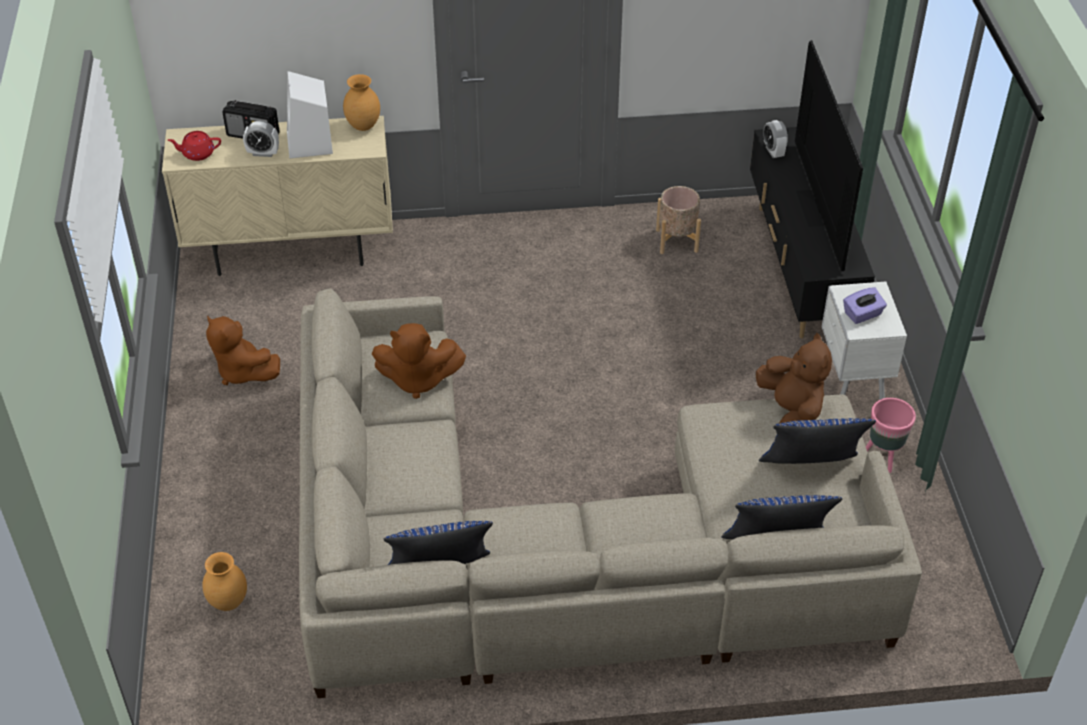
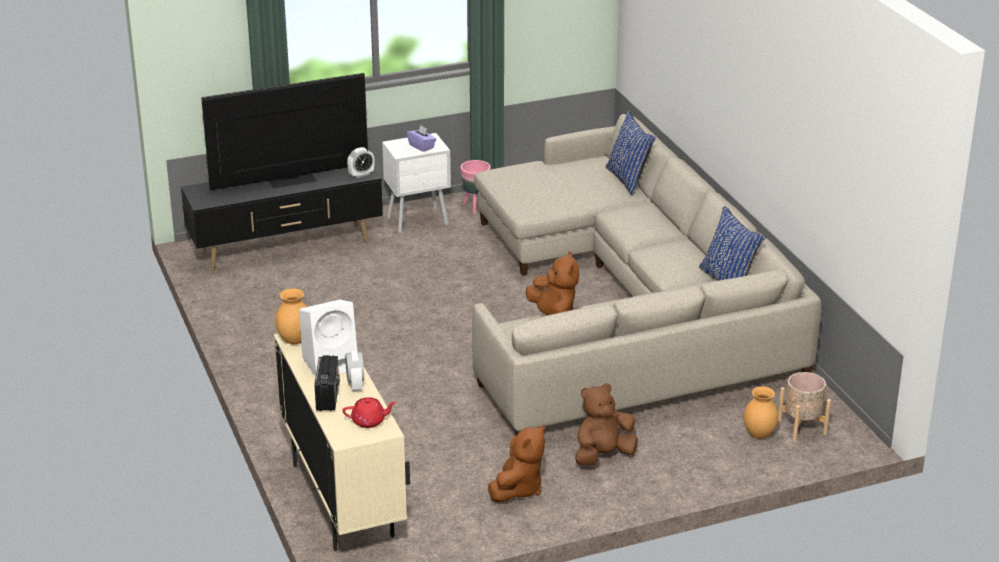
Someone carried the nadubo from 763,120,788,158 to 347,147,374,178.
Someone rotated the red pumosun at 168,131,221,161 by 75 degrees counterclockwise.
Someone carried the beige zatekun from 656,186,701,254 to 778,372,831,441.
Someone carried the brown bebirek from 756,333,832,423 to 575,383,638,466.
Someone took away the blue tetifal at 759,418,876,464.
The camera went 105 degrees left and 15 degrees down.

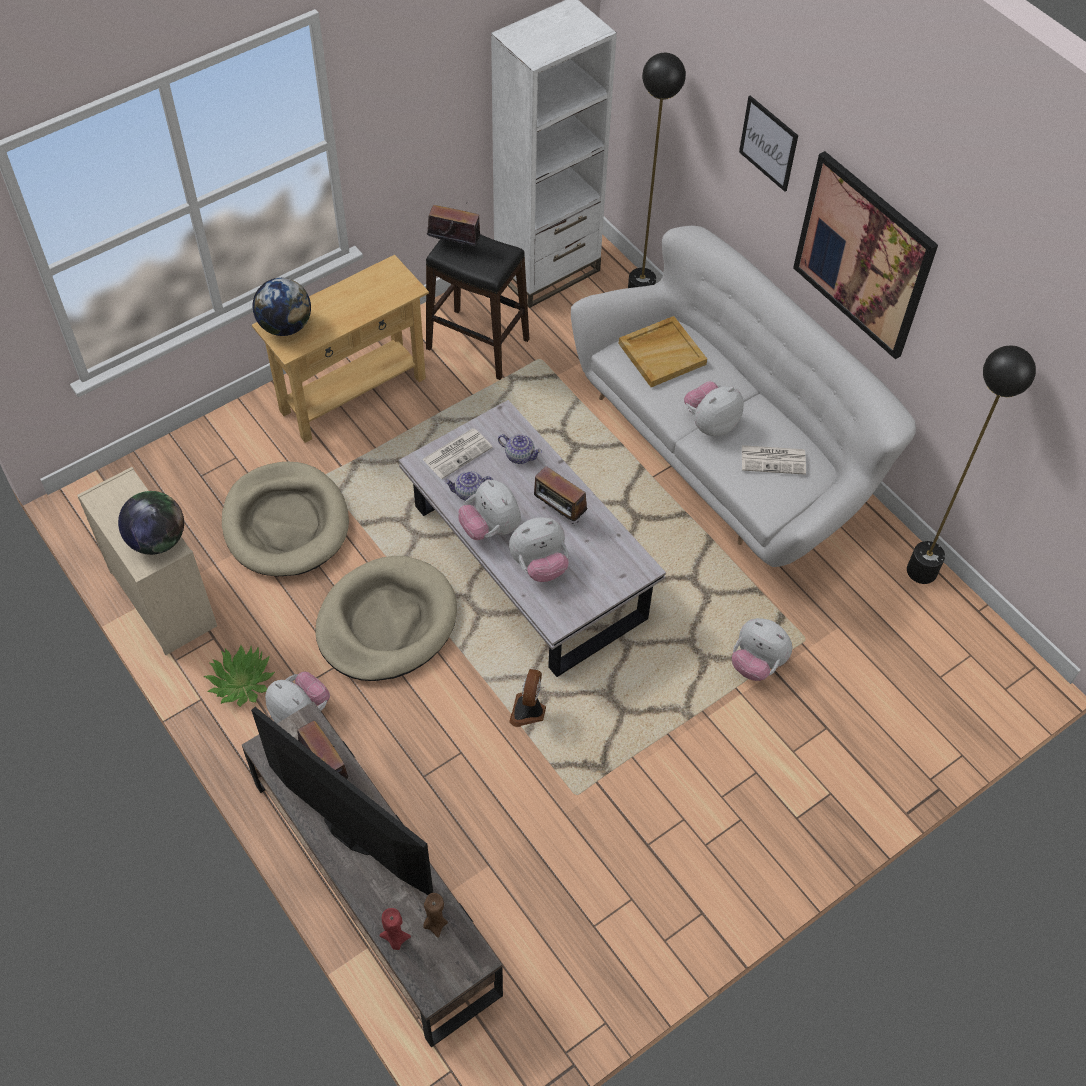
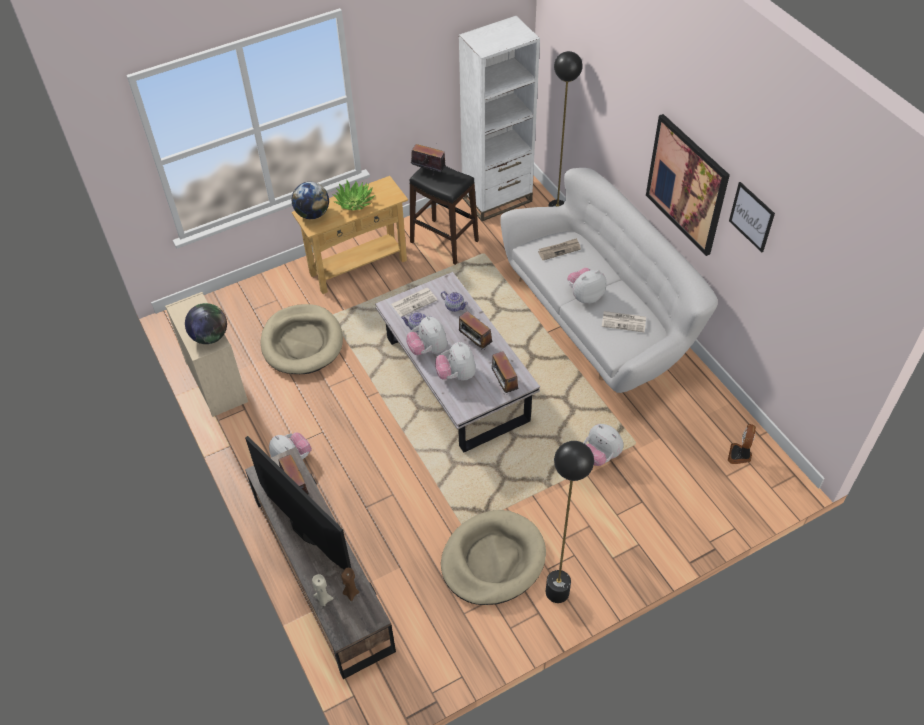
Someone carried the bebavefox from 739,96,798,192 to 729,182,775,252.
Someone swapped the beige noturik at 619,316,707,387 for the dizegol at 538,238,581,260.
Someone carried the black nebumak from 907,345,1036,584 to 546,441,594,603.
Someone rotated the bebirek at 509,517,569,582 by 90 degrees clockwise.
Someone carried the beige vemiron from 315,556,457,681 to 441,510,546,605.
Someone carried the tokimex from 203,645,275,707 to 332,181,375,210.
Someone carried the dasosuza from 509,669,546,727 to 728,424,756,464.
Someone repainted the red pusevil at 380,908,411,950, which became the beige pusevil at 312,574,334,606.
Someone put down the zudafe at 492,351,520,393.
The camera went 10 degrees right and 5 degrees down.

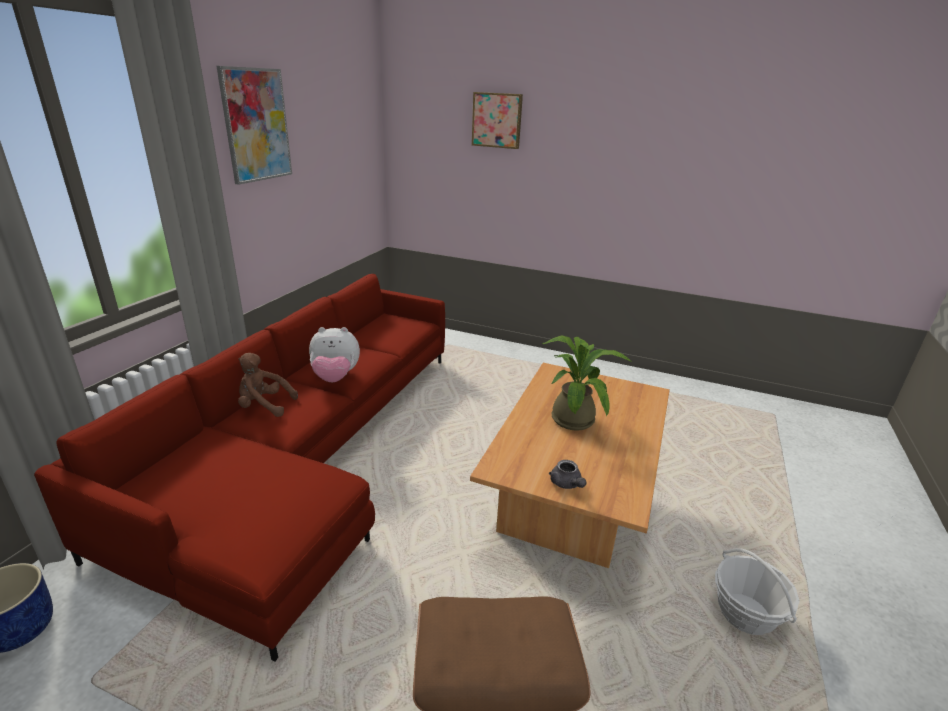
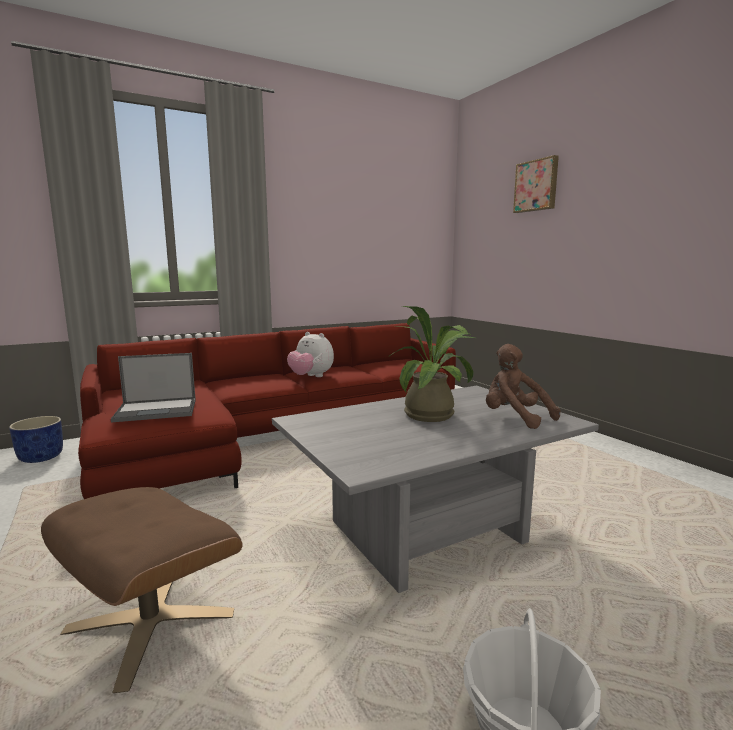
Someone took away the bebavefox at 216,66,292,185.
Someone carried the brown bebirek from 238,353,298,417 to 486,344,561,429.
Someone repainted the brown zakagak at 470,363,670,568, which became the grey zakagak at 272,386,599,593.
Someone took away the grey pumosun at 549,460,587,489.
Someone put down the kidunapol at 111,353,196,422.
The camera went 40 degrees right and 15 degrees down.

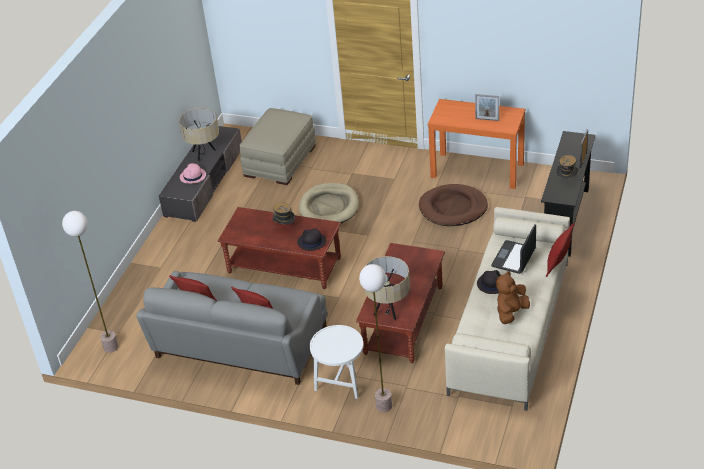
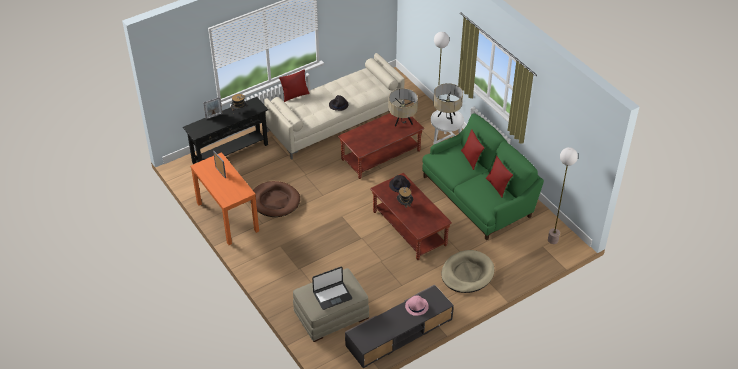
Someone carried the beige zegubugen from 179,108,219,161 to 433,83,463,124.
Someone carried the beige vemiron from 299,183,359,223 to 441,250,494,293.
Someone carried the kidunapol from 491,225,536,274 to 312,267,352,310.
Someone repainted the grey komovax at 136,271,327,385, which became the green komovax at 422,113,544,240.
Someone took away the brown bebirek at 496,271,530,324.
The camera went 145 degrees left and 5 degrees up.

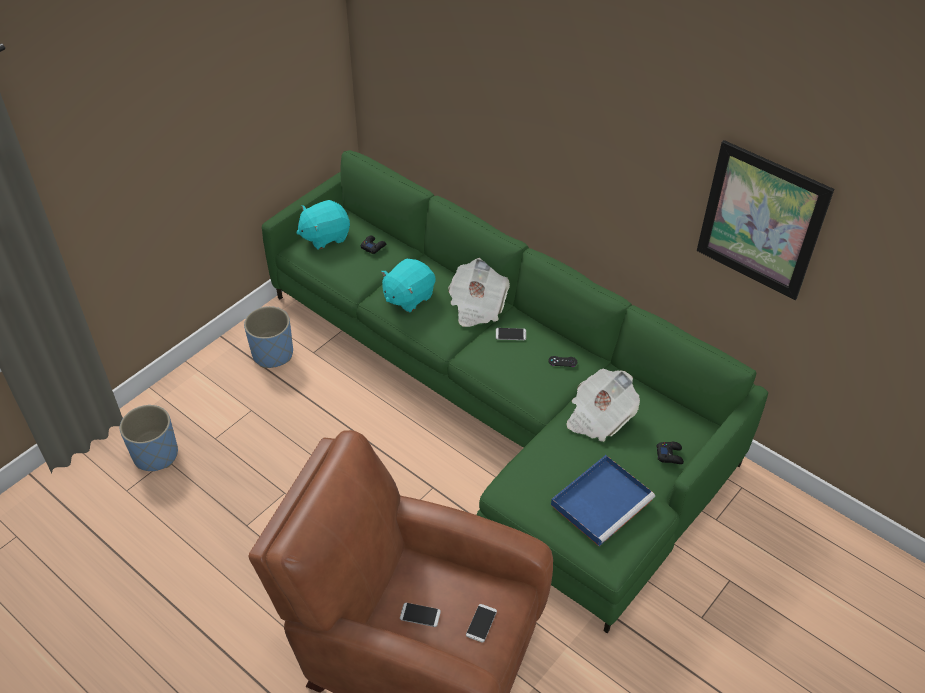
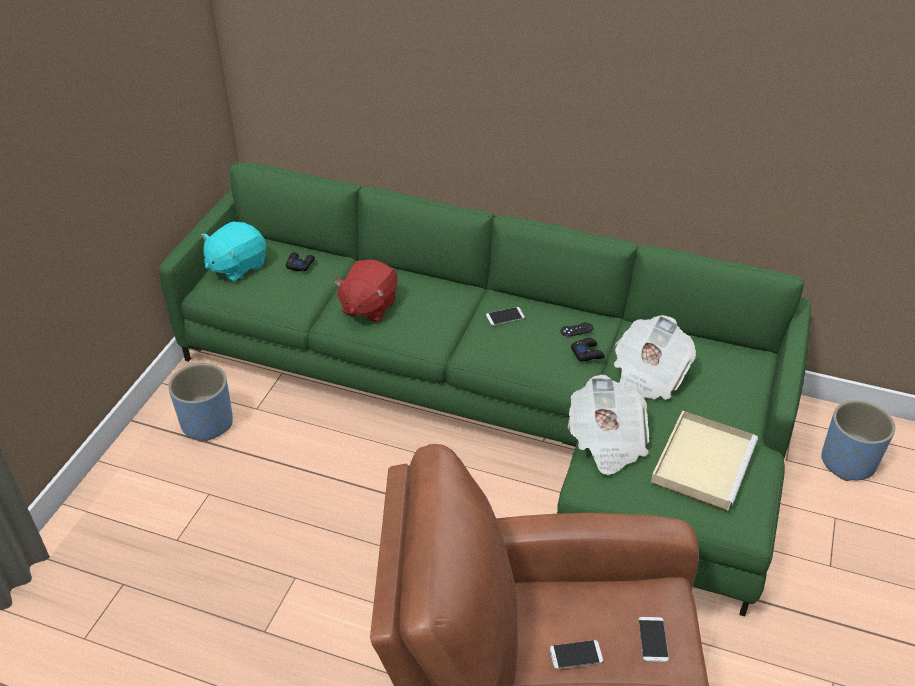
Someone took away the bebavefox at 697,140,834,300.
Someone repainted the turquoise bebirek at 381,258,436,313, which became the red bebirek at 334,259,398,323.
Someone carried the dizegol from 448,258,510,327 to 567,375,649,475.
Someone carried the blue zatekun from 120,405,178,471 to 821,400,895,481.
Someone carried the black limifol from 657,442,684,464 to 571,338,605,361.
Someone repainted the blue noturik at 551,455,655,546, which became the beige noturik at 651,410,758,511.
The camera went 20 degrees left and 5 degrees down.

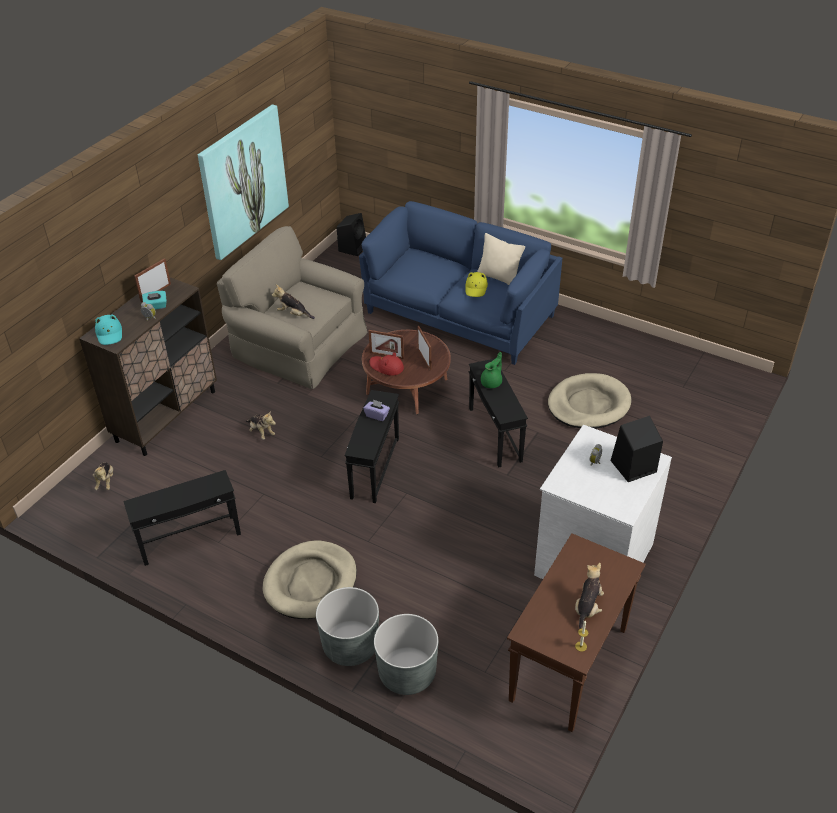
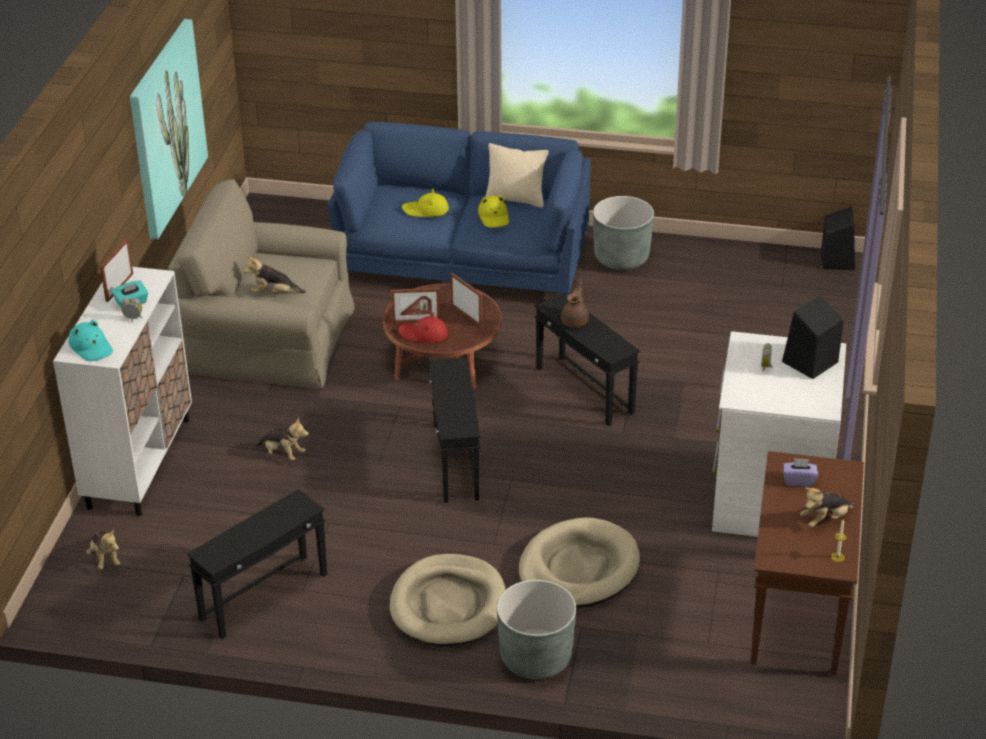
Someone carried the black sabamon from 337,213,366,256 to 821,207,855,270.
Someone repainted the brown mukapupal at 79,277,217,456, which became the white mukapupal at 53,267,192,516.
Someone repainted the green pumosun at 481,352,502,388, which became the brown pumosun at 561,279,589,327.
Someone carried the beige vemiron from 548,373,631,429 to 519,517,640,608.
Someone carried the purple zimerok from 363,399,390,421 to 783,458,818,487.
Someone rotated the bebirek at 575,563,604,629 by 120 degrees counterclockwise.
Someone carried the grey zatekun from 374,614,438,695 to 593,196,654,270.
Someone put down the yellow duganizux at 402,188,449,217.
The camera went 20 degrees left and 5 degrees down.

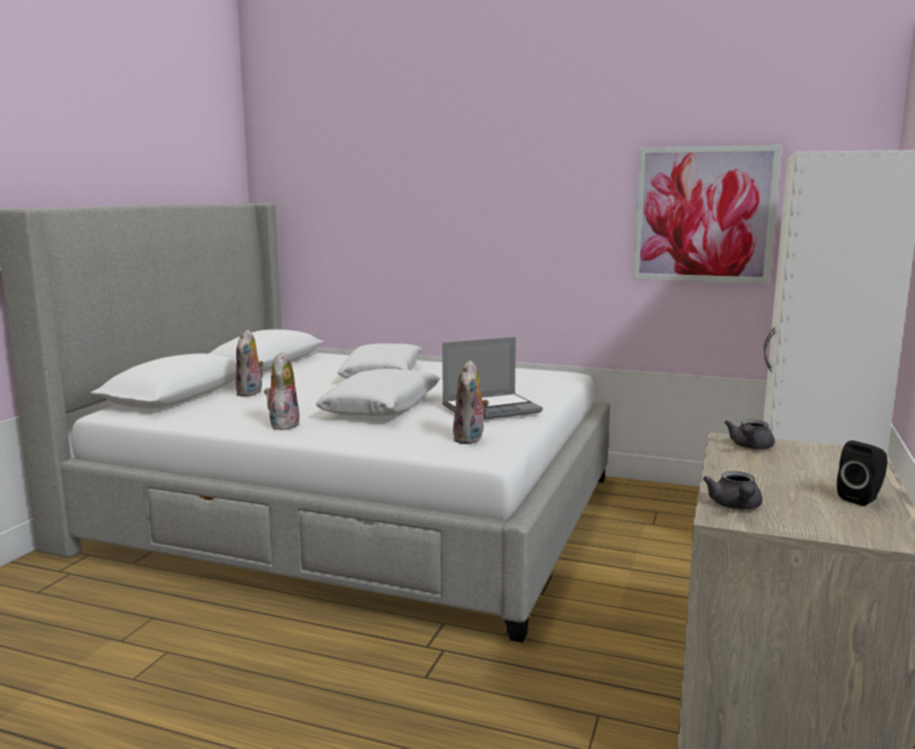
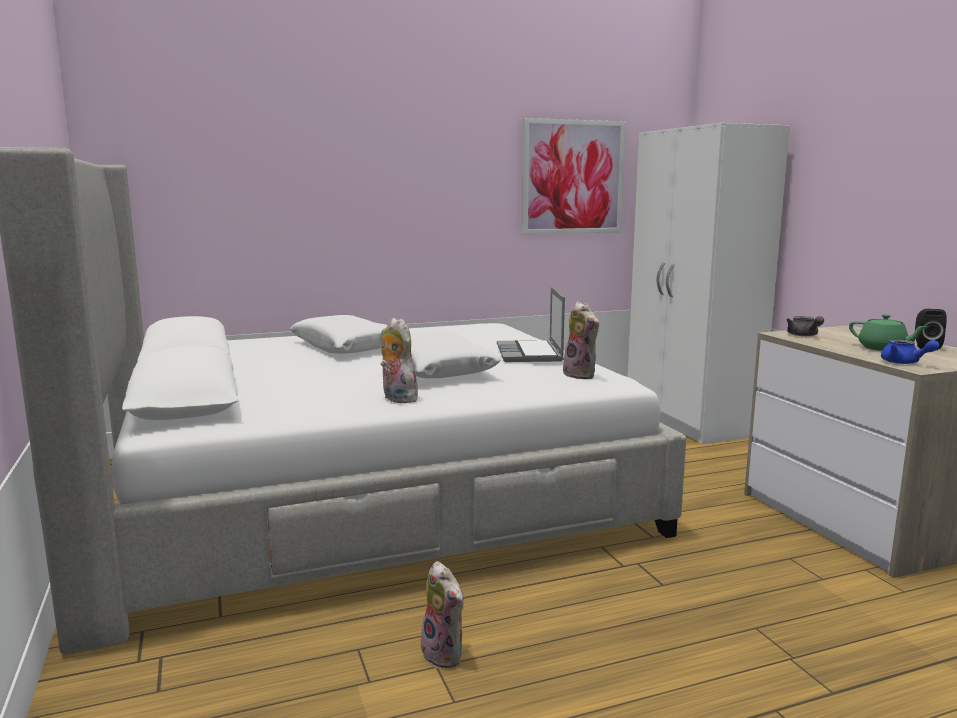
Someone carried the bebirek from 236,329,264,397 to 421,561,464,668.
Someone rotated the kidunapol at 442,337,543,420 by 150 degrees clockwise.
Someone repainted the grey pumosun at 703,471,762,510, which became the blue pumosun at 881,339,939,364.
Someone put down the green pumosun at 849,314,928,351.
The camera went 40 degrees left and 0 degrees up.

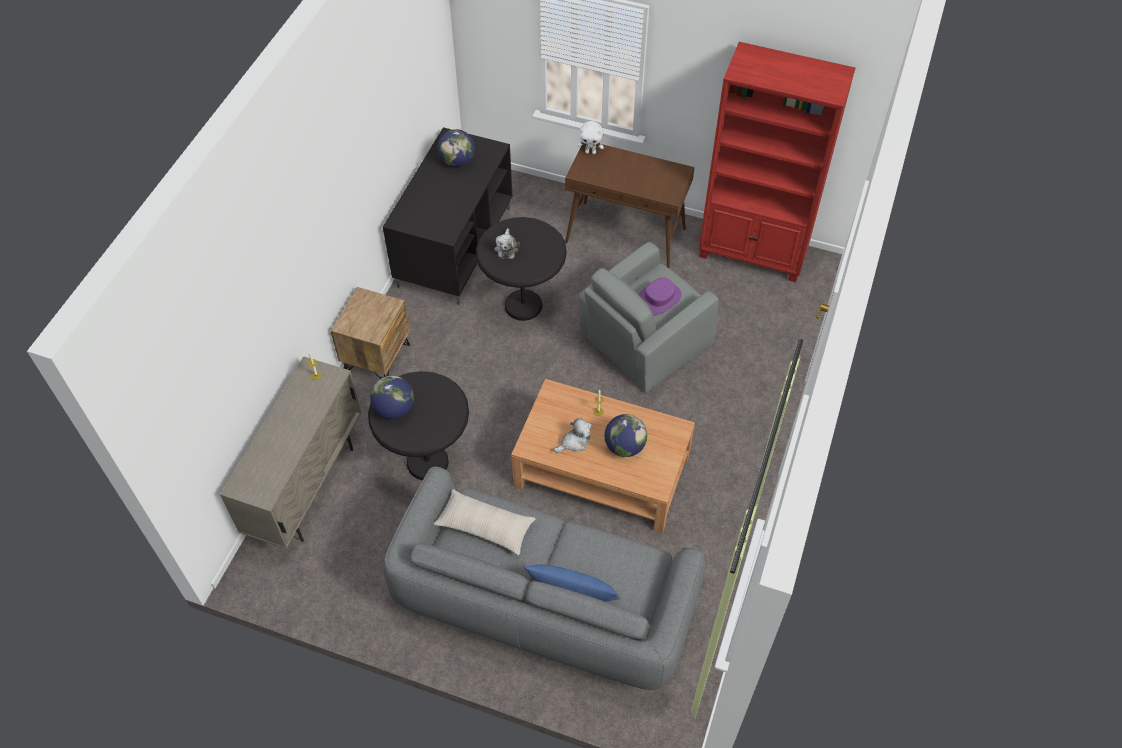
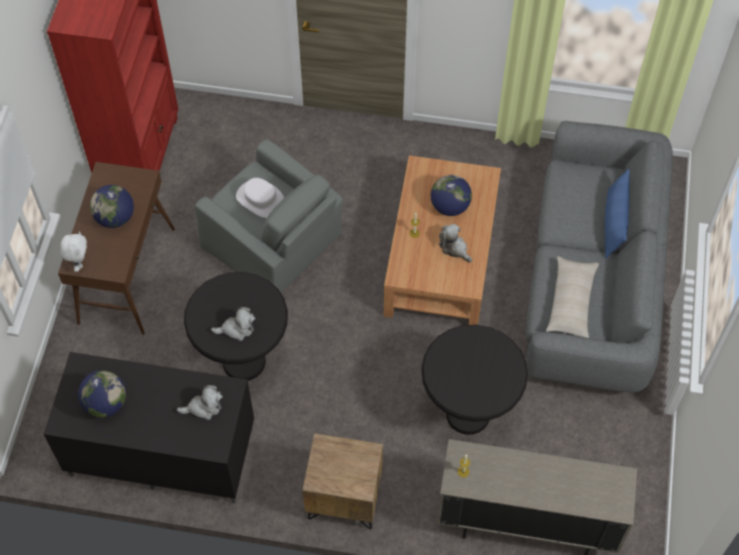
Someone repainted the purple duganizux at 638,278,682,316, which became the white duganizux at 236,178,284,218.
Someone carried the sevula from 370,376,414,419 to 90,185,134,228.
Someone put down the bebirek at 177,385,223,420.
The camera went 100 degrees left and 5 degrees up.

